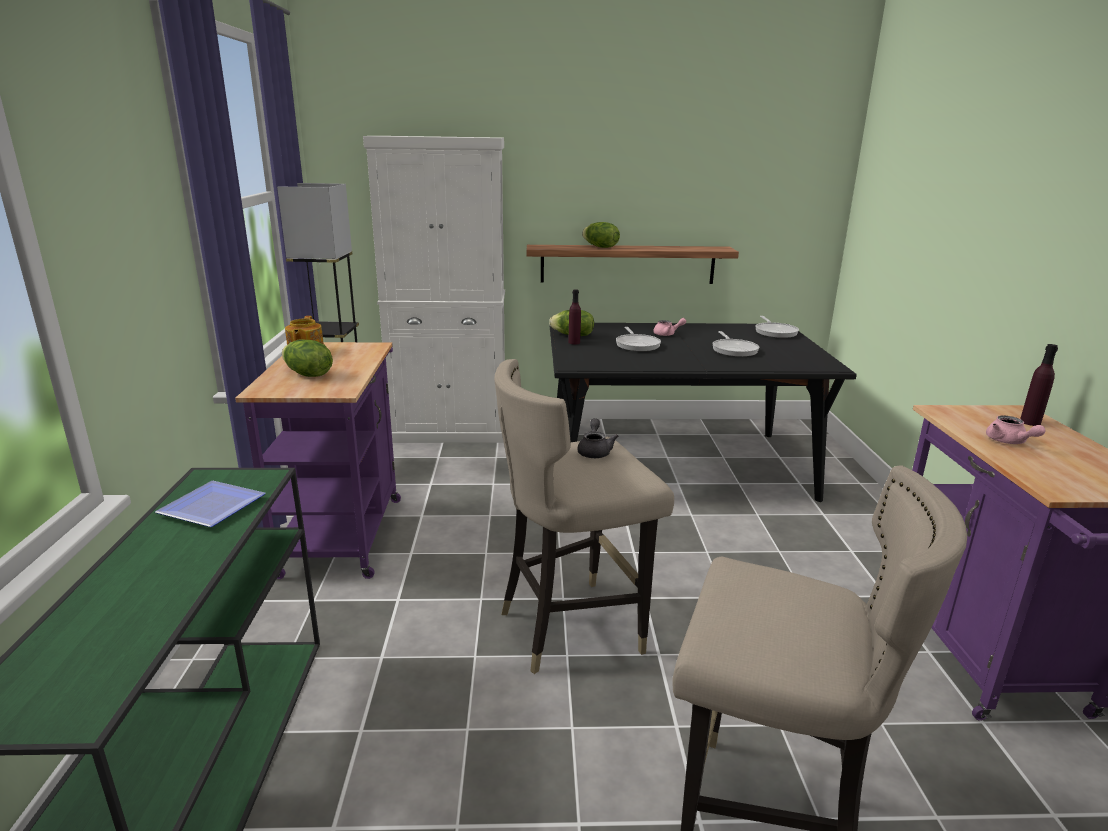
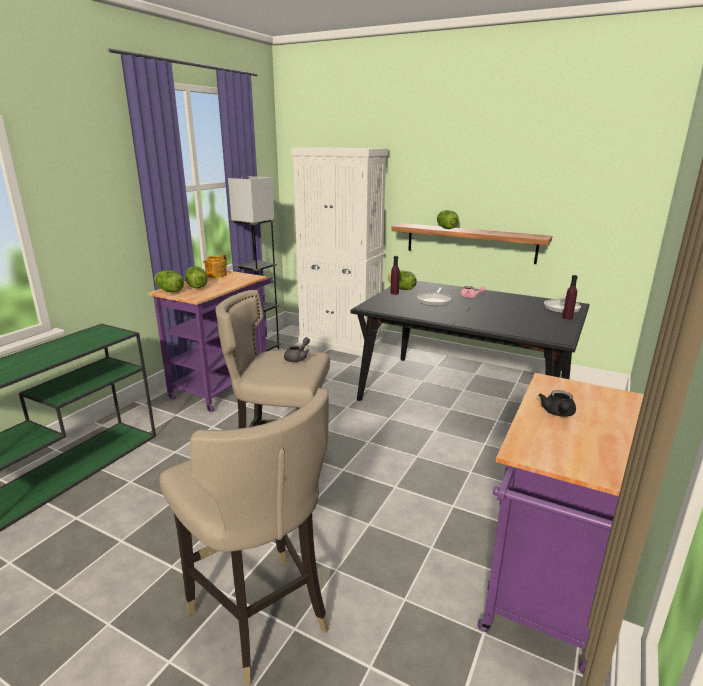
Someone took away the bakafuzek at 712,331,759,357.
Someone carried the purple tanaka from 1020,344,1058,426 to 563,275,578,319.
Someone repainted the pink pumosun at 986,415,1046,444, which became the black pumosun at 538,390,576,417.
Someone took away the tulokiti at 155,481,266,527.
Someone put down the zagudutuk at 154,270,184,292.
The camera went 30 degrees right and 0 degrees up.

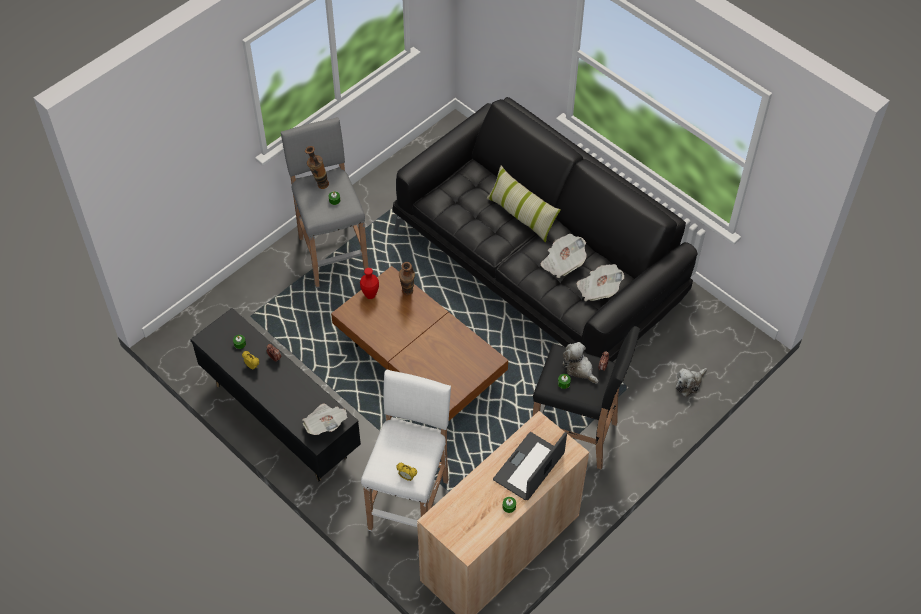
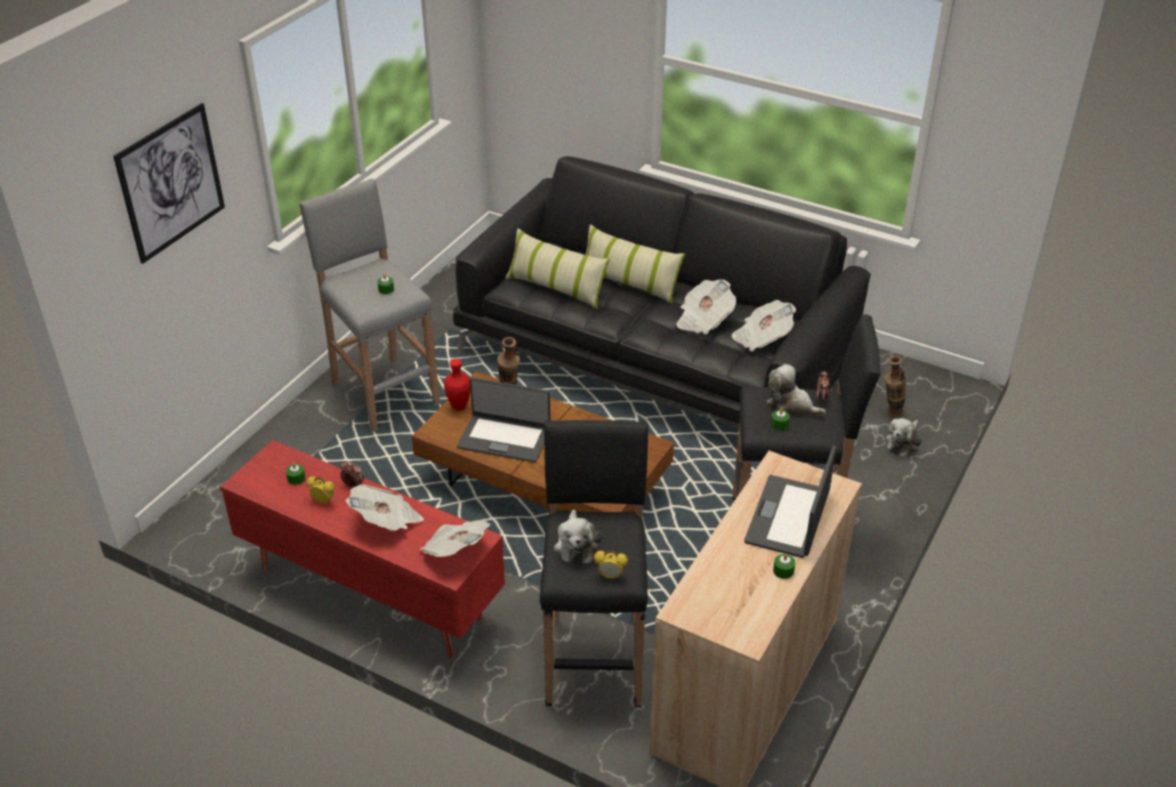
Someone carried the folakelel from 305,146,329,189 to 885,356,907,417.
Someone repainted the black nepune at 190,308,361,481, which became the red nepune at 220,440,505,658.
Someone repainted the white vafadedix at 361,369,451,531, which became the black vafadedix at 540,420,648,707.
Someone put up the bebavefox at 113,103,225,264.
Someone put down the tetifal at 505,228,610,309.
Someone put down the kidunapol at 457,377,551,463.
Someone put down the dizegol at 346,484,424,531.
Someone put down the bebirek at 554,510,602,565.
The camera went 15 degrees left and 15 degrees down.

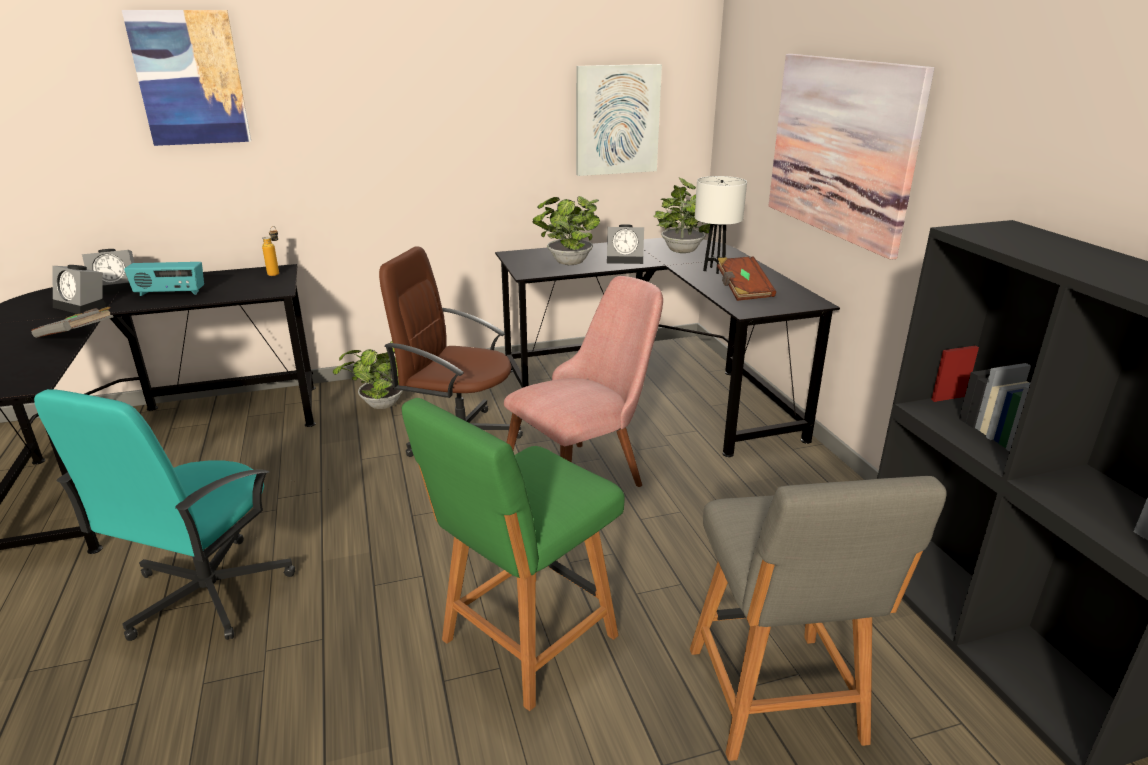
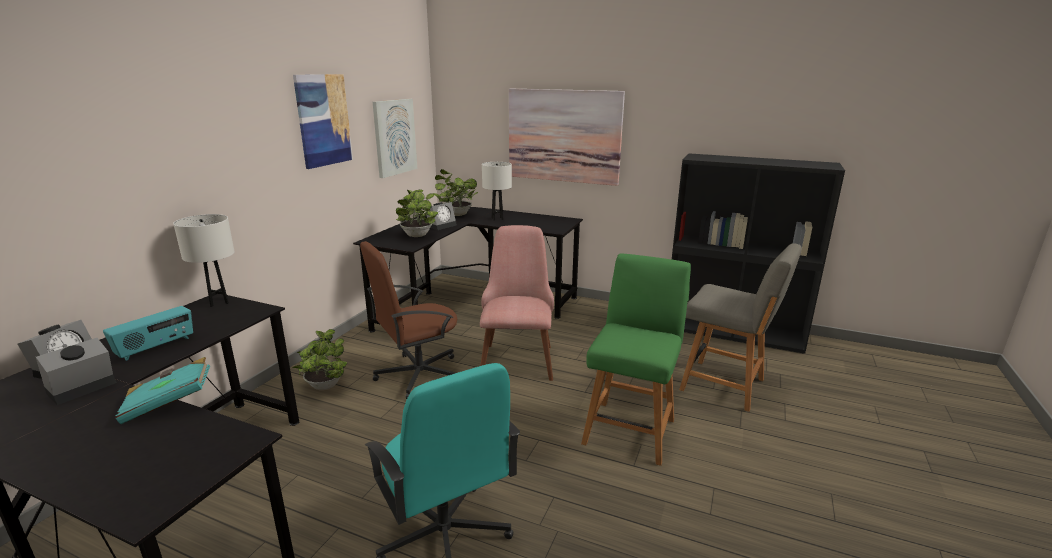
Someone carried the bebavefox from 122,10,251,146 to 293,74,353,169.
Someone swapped the tanaka at 262,226,279,276 for the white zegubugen at 173,214,234,307.
Someone took away the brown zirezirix at 717,256,776,301.
Someone rotated the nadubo at 52,265,107,314 by 150 degrees clockwise.
Someone repainted the grey zirezirix at 31,307,113,338, which became the turquoise zirezirix at 115,357,210,424.
Someone rotated the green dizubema at 402,398,625,711 by 150 degrees counterclockwise.
The camera went 50 degrees left and 5 degrees down.

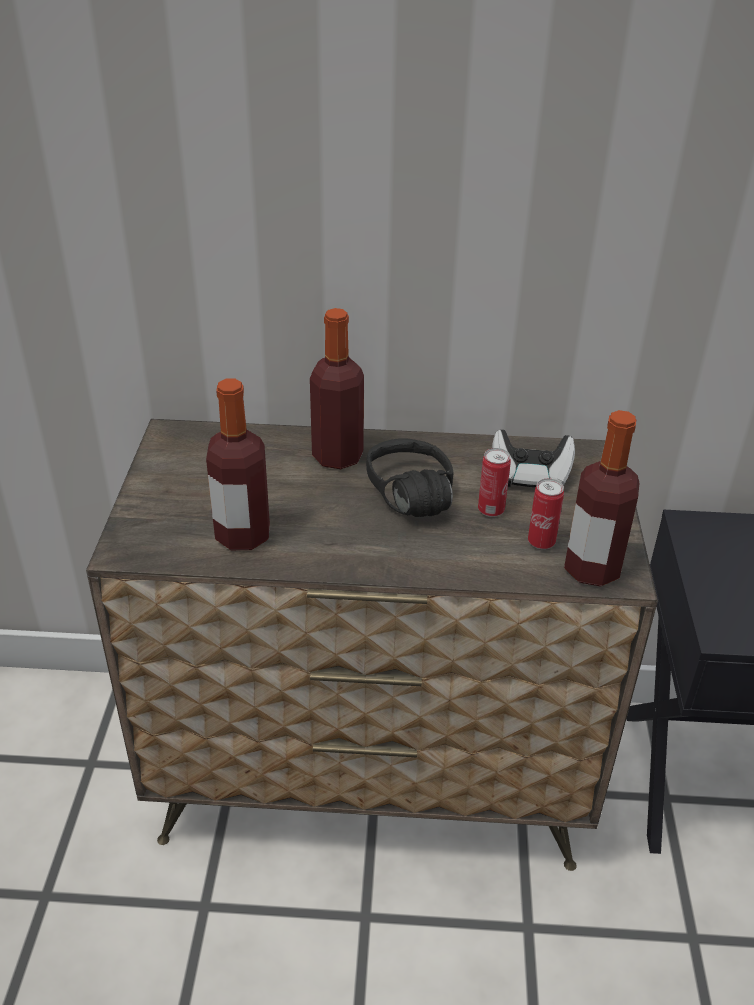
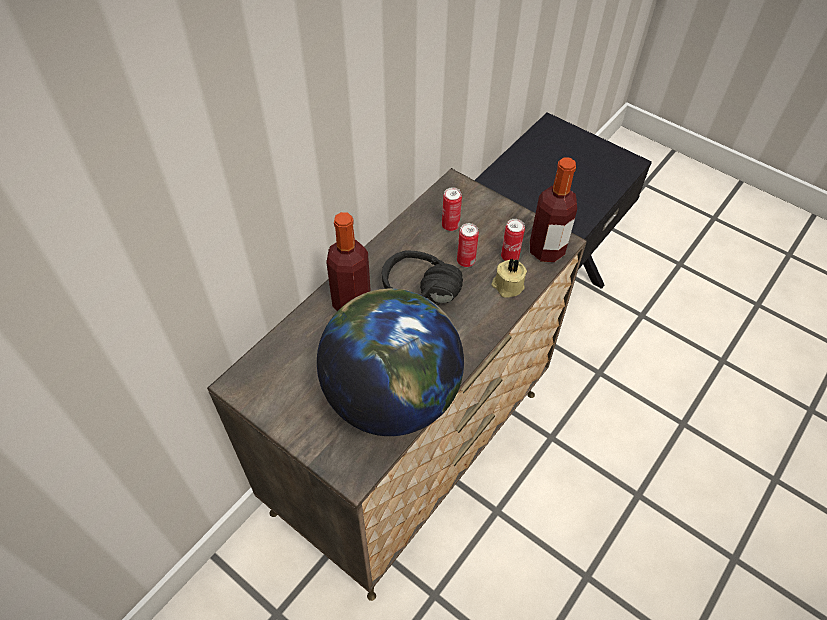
Someone swapped the tanaka at 206,378,270,550 for the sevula at 317,288,464,436.
Someone swapped the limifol at 492,430,575,487 for the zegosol at 442,187,462,231.
Someone put down the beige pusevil at 492,259,527,298.
The camera went 55 degrees left and 15 degrees up.

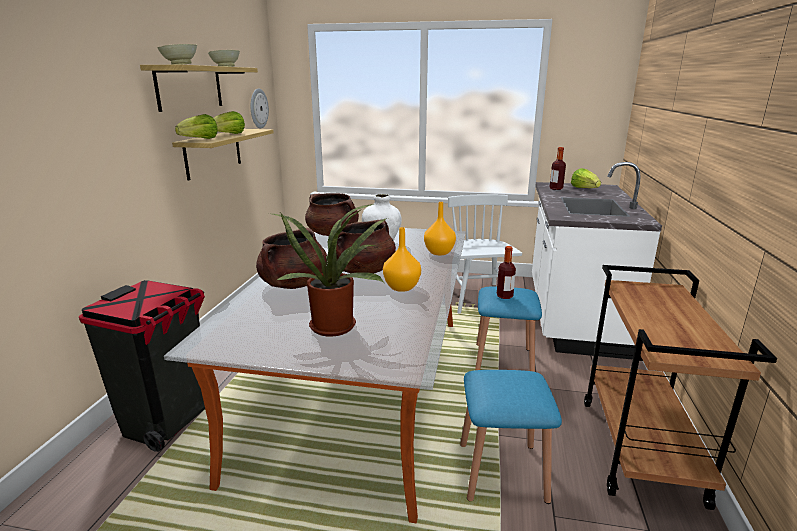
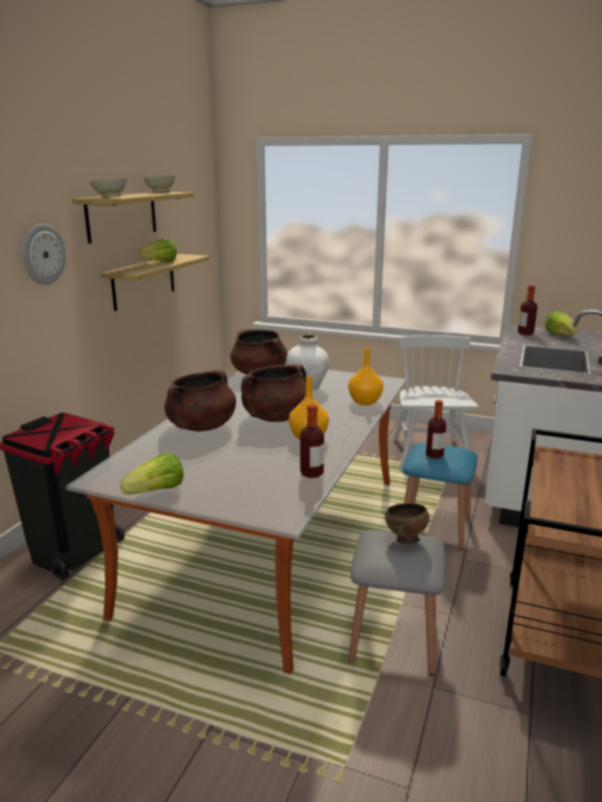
Someone carried the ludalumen from 251,88,269,128 to 22,224,66,285.
Someone carried the zagudutuk from 175,114,218,139 to 120,453,184,495.
Someone took away the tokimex at 273,204,387,337.
Someone repainted the blue vafadedix at 460,370,562,504, which became the grey vafadedix at 348,530,445,675.
Someone put down the tanaka at 300,404,324,478.
Someone put down the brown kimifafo at 385,503,429,544.
The camera went 10 degrees right and 0 degrees up.

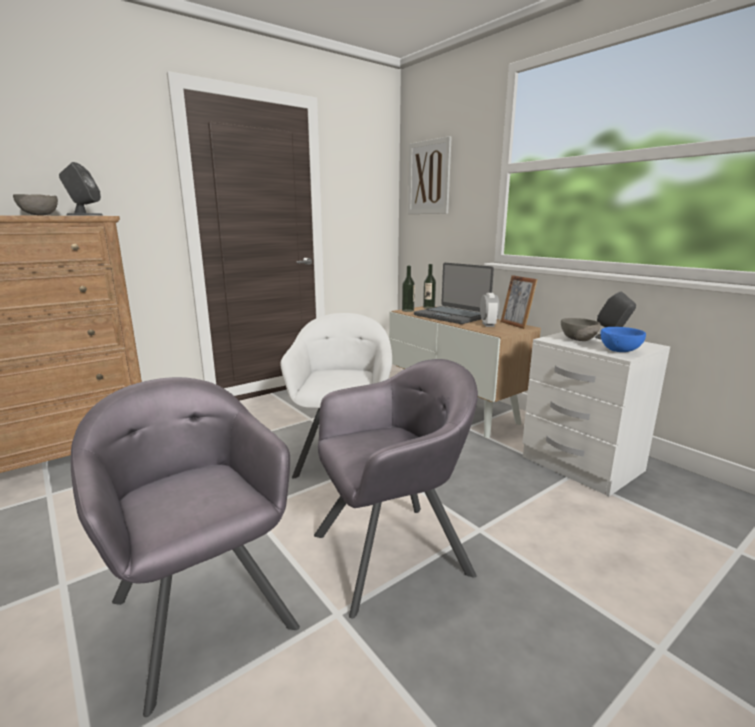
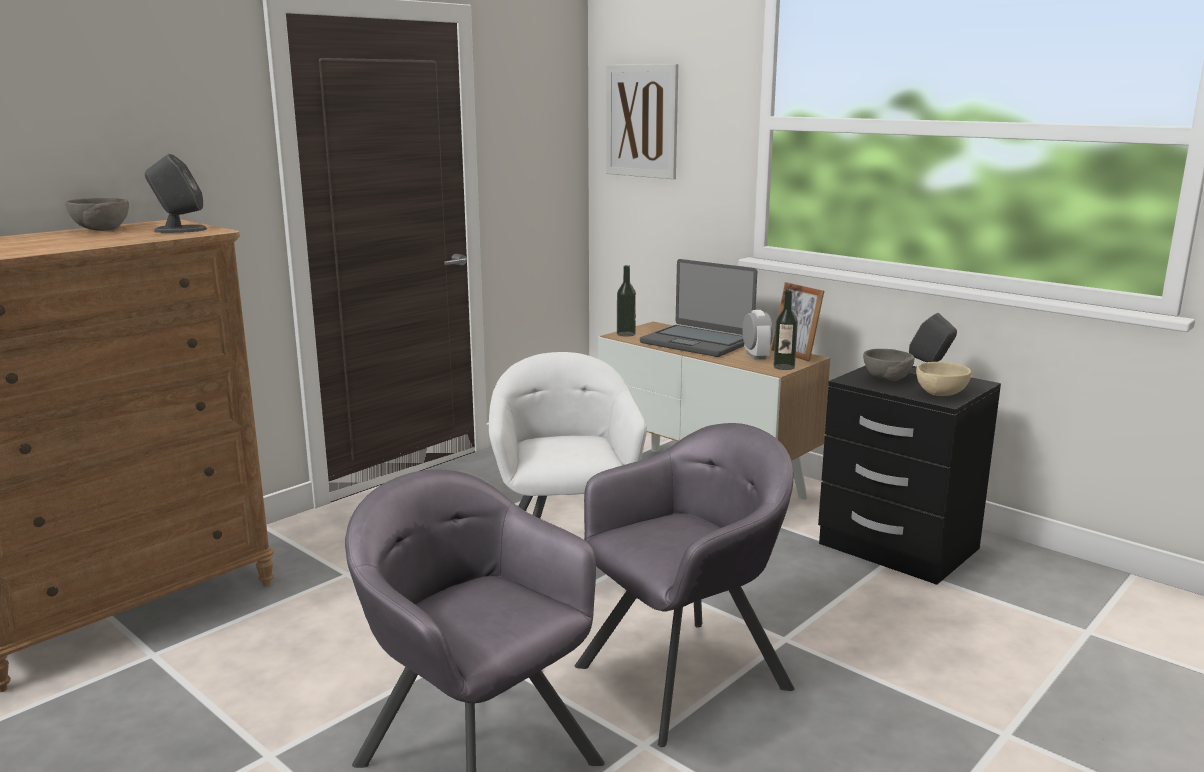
Someone carried the tanaka from 423,264,436,309 to 773,290,798,370.
Someone repainted the blue kimifafo at 601,327,646,352, which became the beige kimifafo at 916,362,971,396.
Someone repainted the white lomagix at 522,332,670,496, which became the black lomagix at 818,365,1001,585.
The camera went 10 degrees left and 0 degrees up.

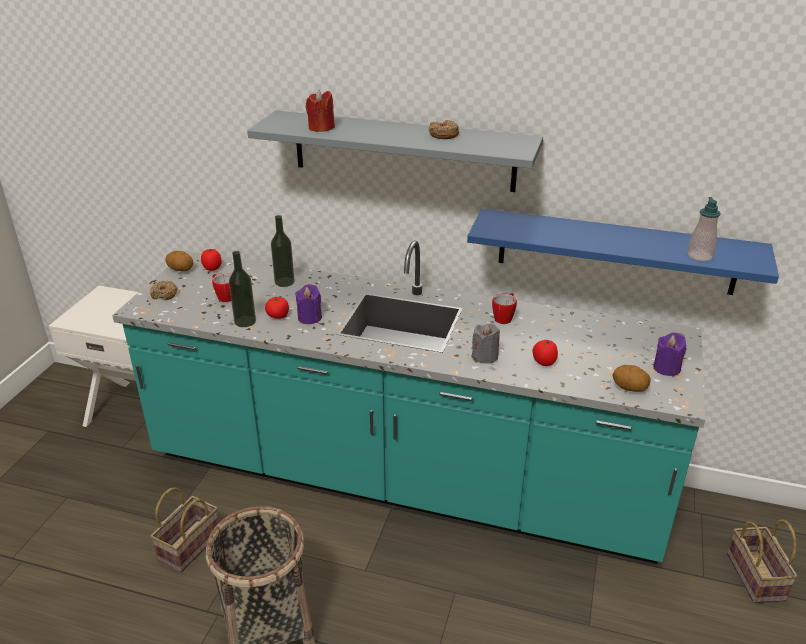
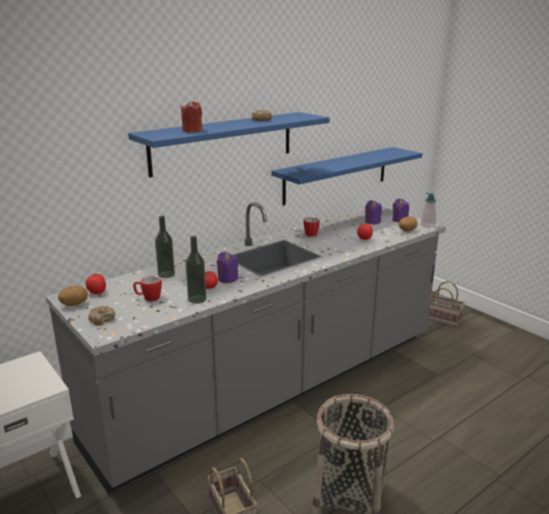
Someone repainted the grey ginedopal at 247,110,543,192, which became the blue ginedopal at 128,112,330,178.
Someone carried the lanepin from 687,197,721,261 to 421,193,436,228.
Someone repainted the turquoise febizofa at 112,241,705,564, which became the grey febizofa at 45,202,446,494.
Someone took away the grey pusevil at 472,323,500,364.
Someone put down the purple pusevil at 365,200,382,224.
The camera went 55 degrees left and 10 degrees down.

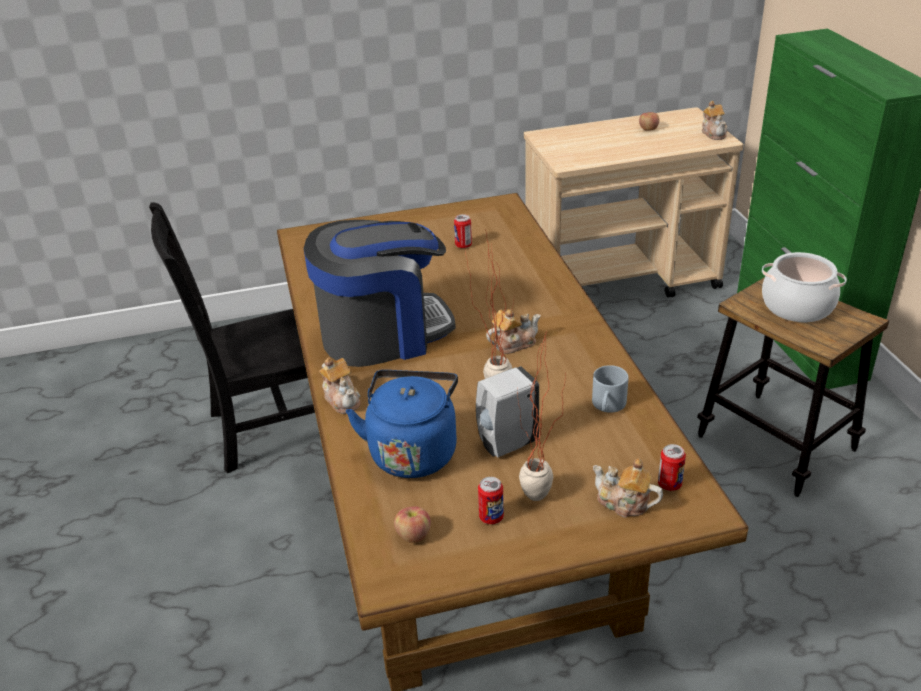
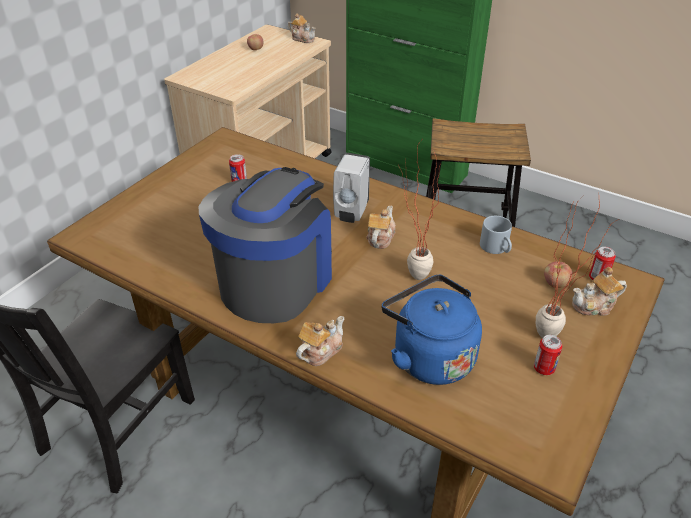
Someone took away the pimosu at 762,252,847,322.
Someone rotated the pumosun at 319,357,360,414 by 60 degrees counterclockwise.
Someone carried the white lanepin from 476,366,539,457 to 333,153,370,223.
Someone carried the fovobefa from 394,506,431,543 to 544,261,572,288.
The camera went 45 degrees left and 5 degrees up.

